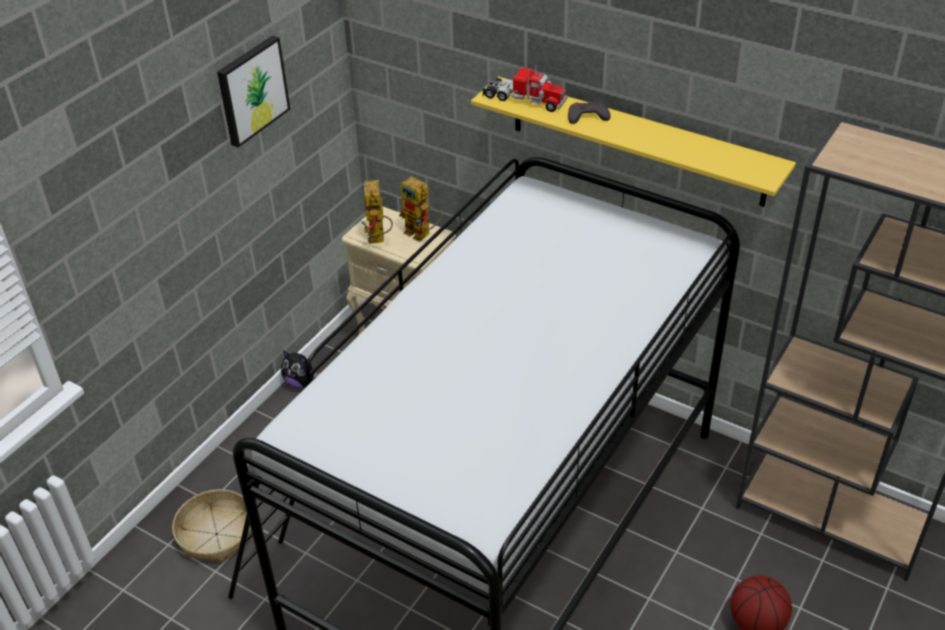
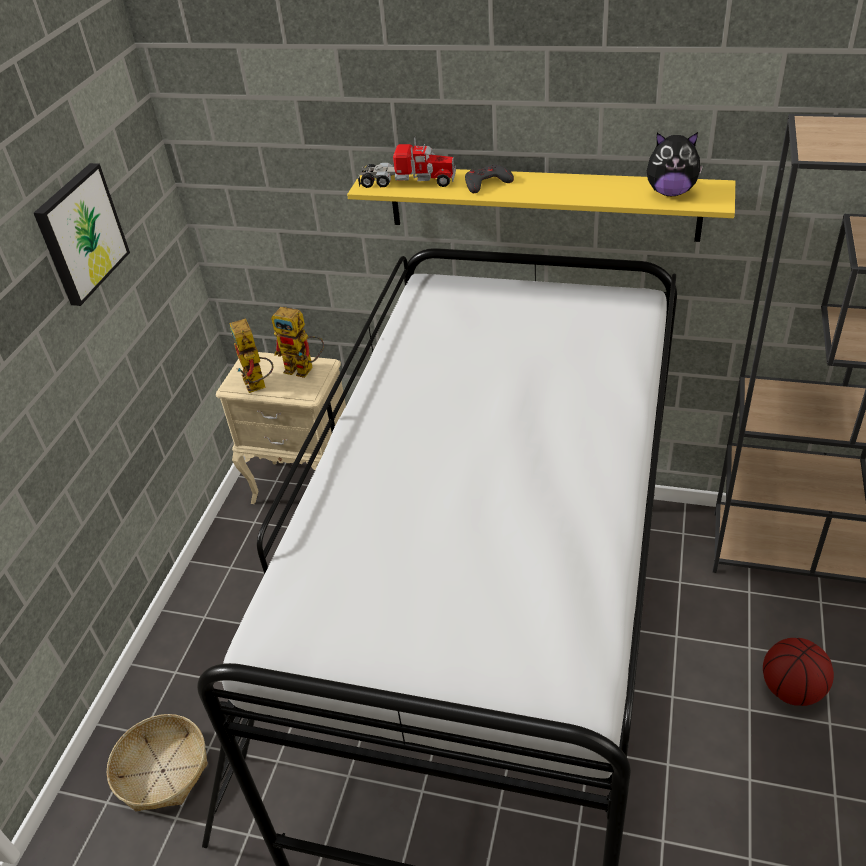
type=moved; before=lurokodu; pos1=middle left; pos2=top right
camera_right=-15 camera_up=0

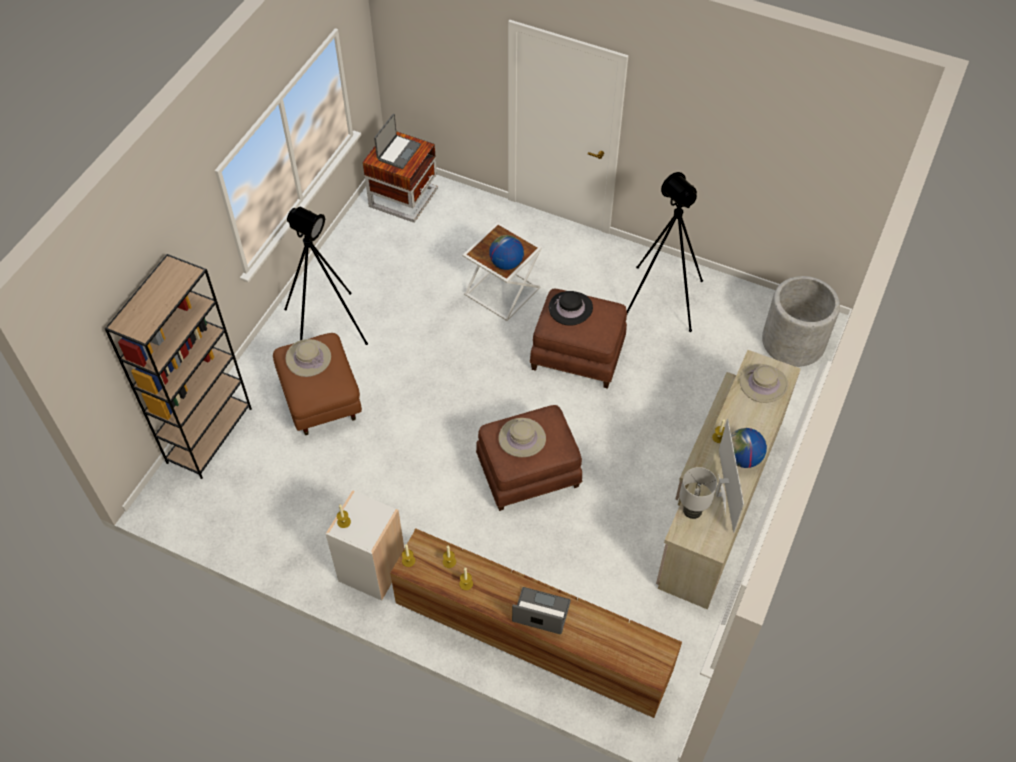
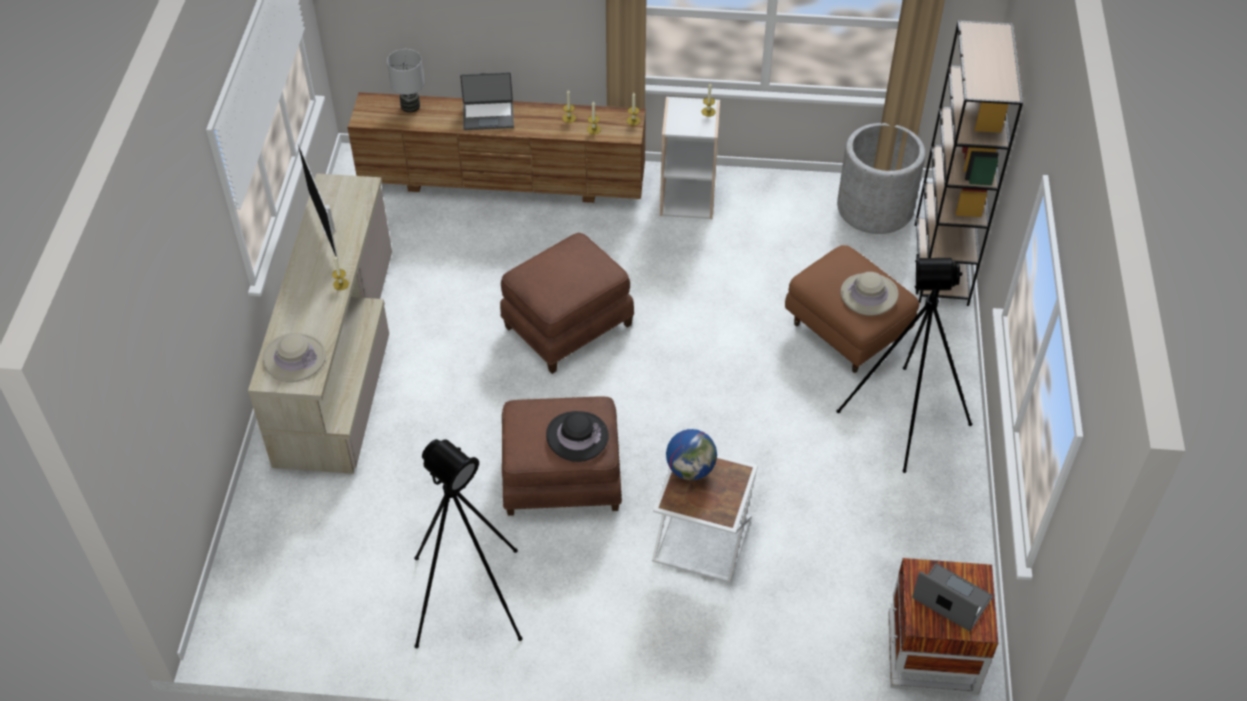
type=moved; before=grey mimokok; pos1=middle right; pos2=top left
type=moved; before=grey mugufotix; pos1=middle right; pos2=top right
type=turned; before=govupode (1st from left in the first image); pos1=top centre; pos2=bottom right; turn=120
type=removed; before=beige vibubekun (2nd from left); pos1=centre
type=removed; before=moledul (2nd from left); pos1=middle right
camera_right=160 camera_up=-5

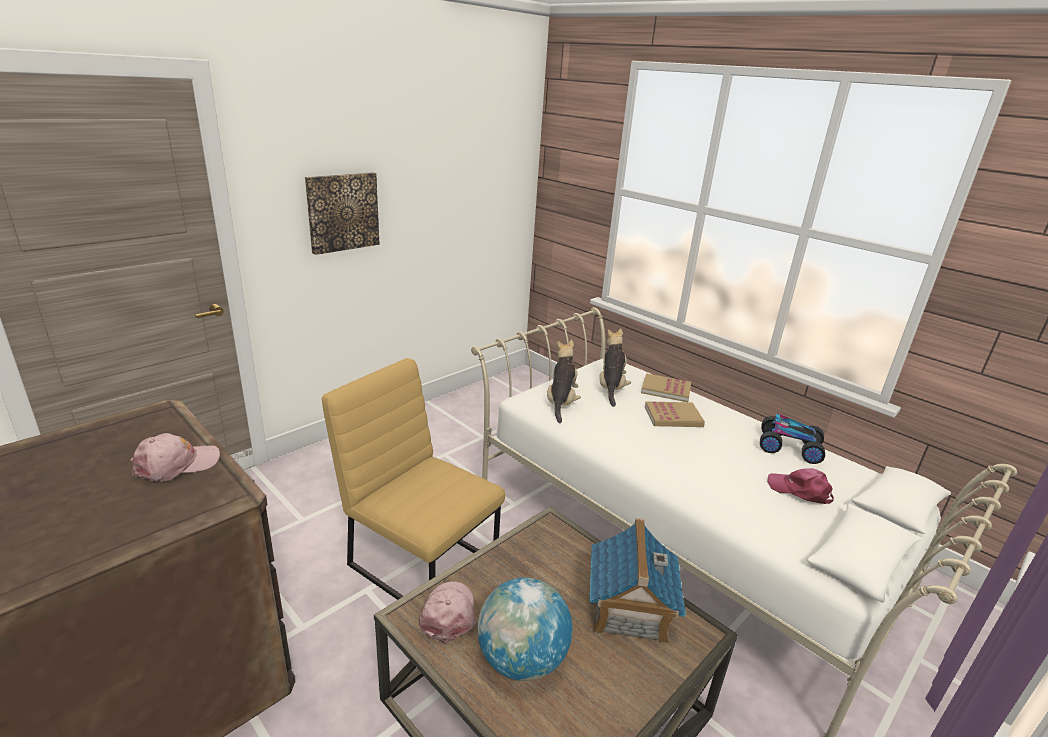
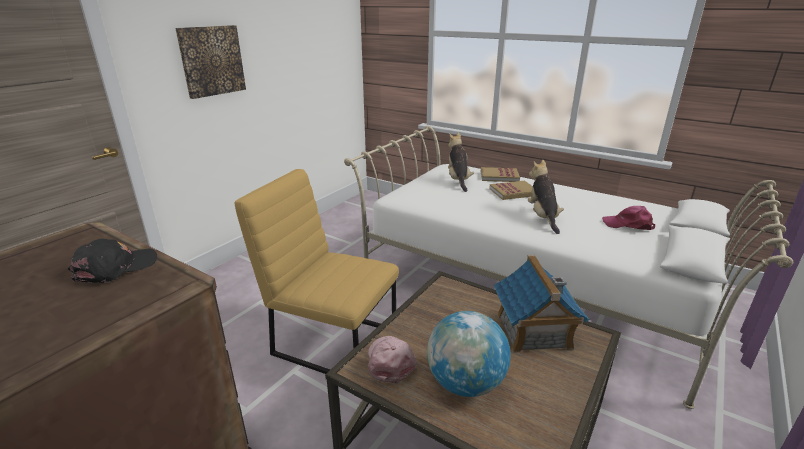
type=recoloured; before=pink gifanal (1st from left); after=black gifanal; pos1=middle left; pos2=middle left
type=moved; before=lurokodu (1st from left in the first image); after=lurokodu (2nd from left); pos1=centre; pos2=middle right
type=removed; before=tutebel; pos1=middle right
camera_right=-10 camera_up=0

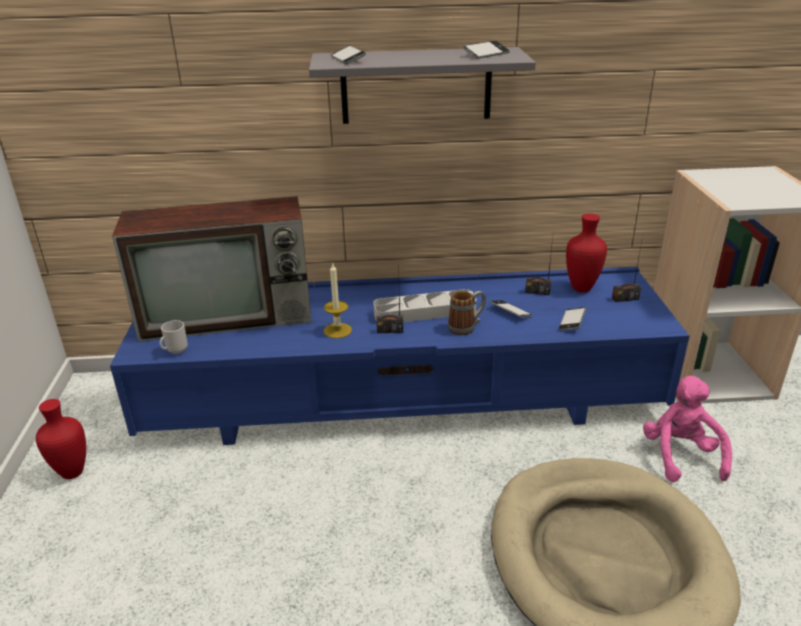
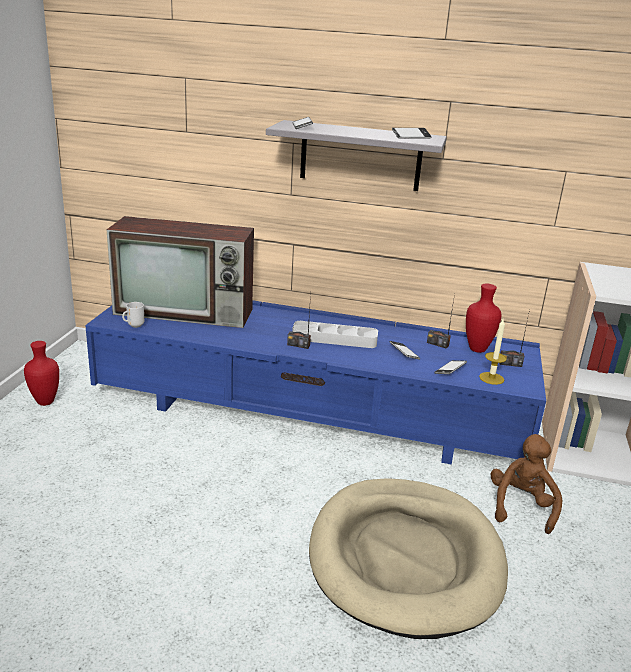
type=moved; before=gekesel; pos1=centre; pos2=middle right
type=recoloured; before=pink lurokodu; after=brown lurokodu; pos1=bottom right; pos2=bottom right
type=removed; before=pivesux (2nd from left); pos1=centre
camera_right=15 camera_up=-5

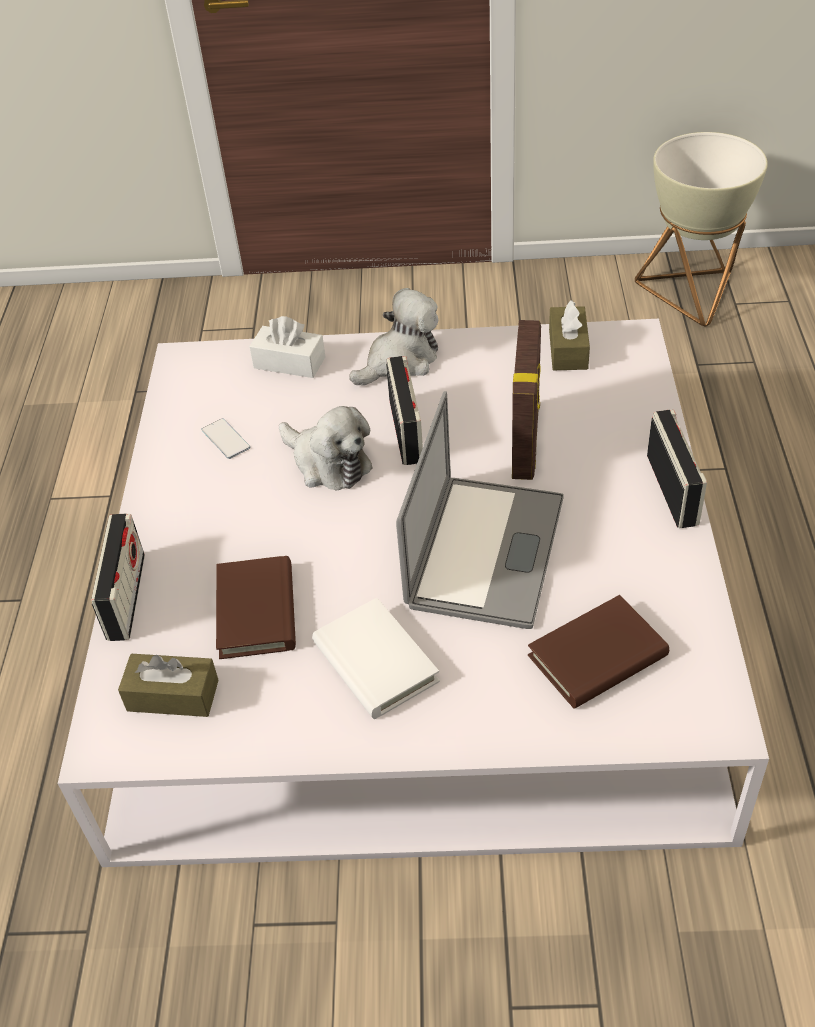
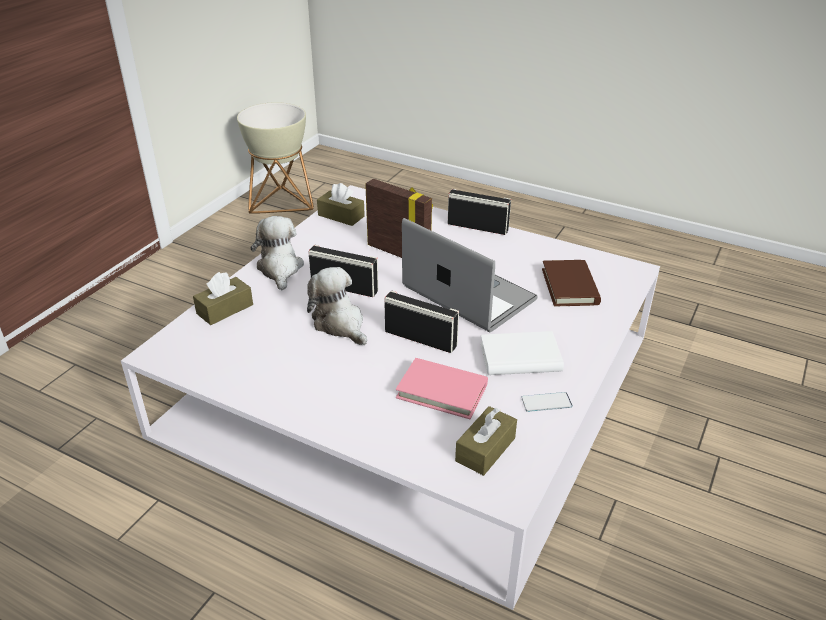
type=recoloured; before=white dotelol; after=brown dotelol (1st from left); pos1=centre; pos2=middle left
type=turned; before=lurokodu (1st from left in the first image); pos1=centre; pos2=centre; turn=-105
type=moved; before=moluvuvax (1st from left in the first image); after=moluvuvax (2nd from left); pos1=middle left; pos2=centre
type=recoloured; before=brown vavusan (1st from left); after=pink vavusan; pos1=middle left; pos2=centre
type=moved; before=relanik; pos1=middle left; pos2=centre
camera_right=-65 camera_up=-10

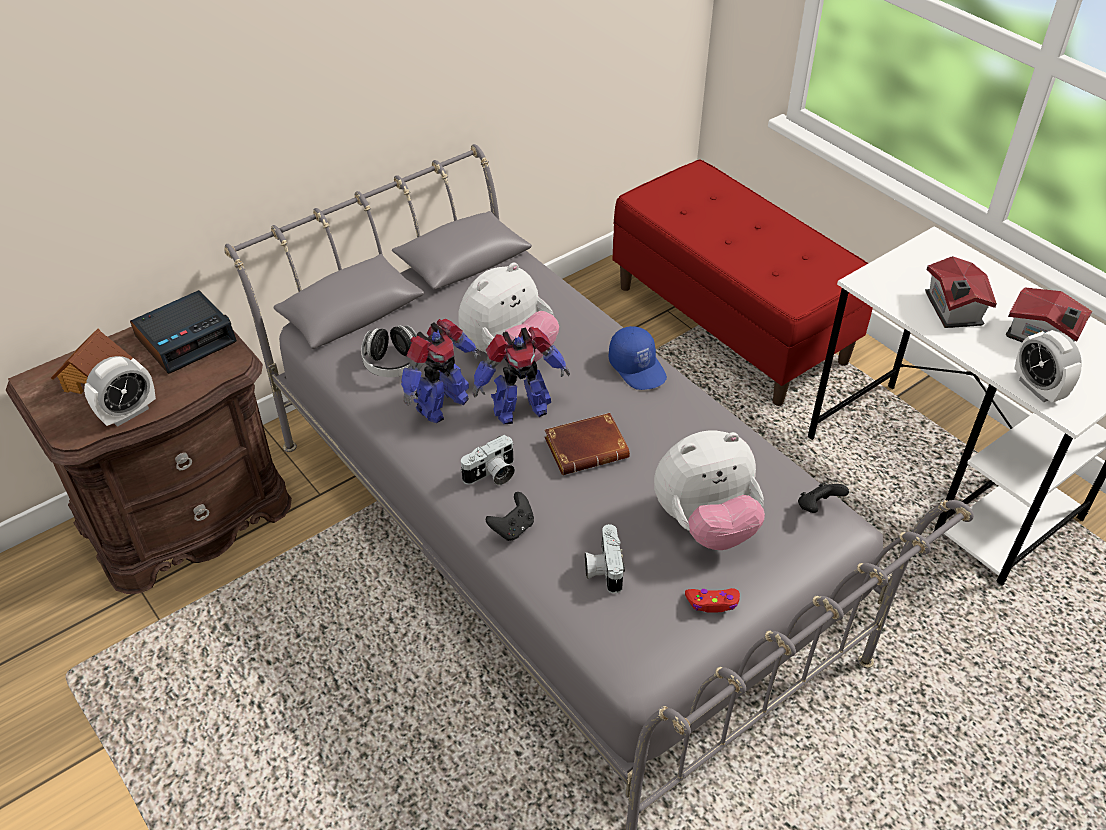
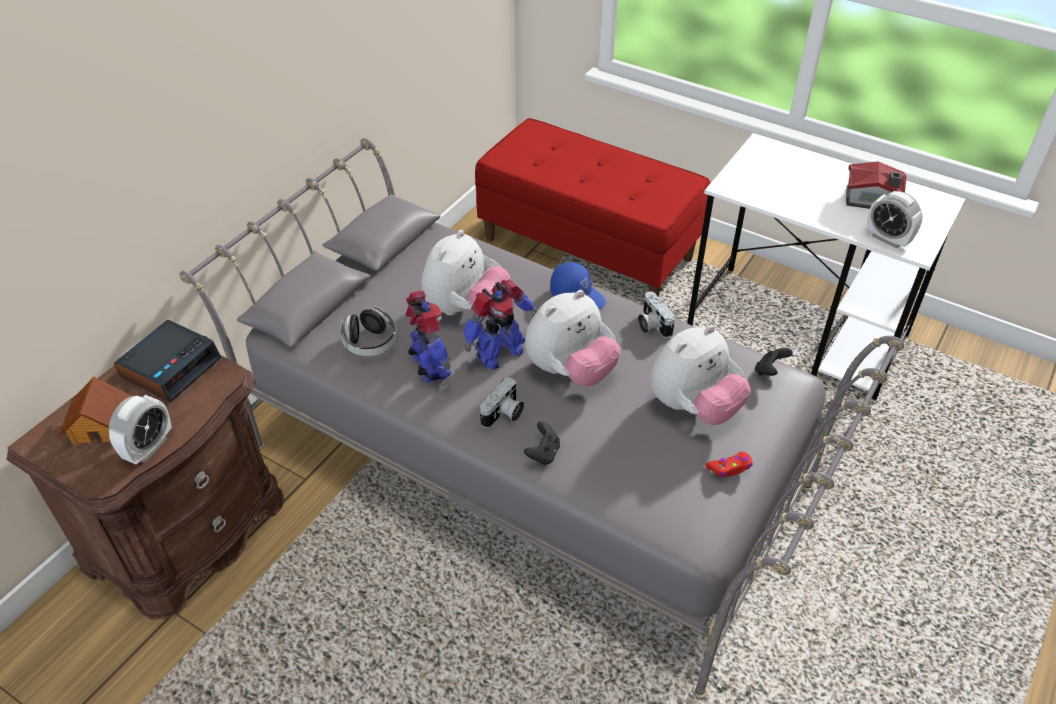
type=turned; before=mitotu (1st from left); pos1=centre; pos2=centre; turn=-45
type=replaced; before=brown vavusan; after=lurokodu (2nd from left); pos1=centre; pos2=centre
type=moved; before=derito (2nd from left); pos1=bottom centre; pos2=centre
type=removed; before=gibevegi (2nd from left); pos1=middle right
camera_right=-20 camera_up=0

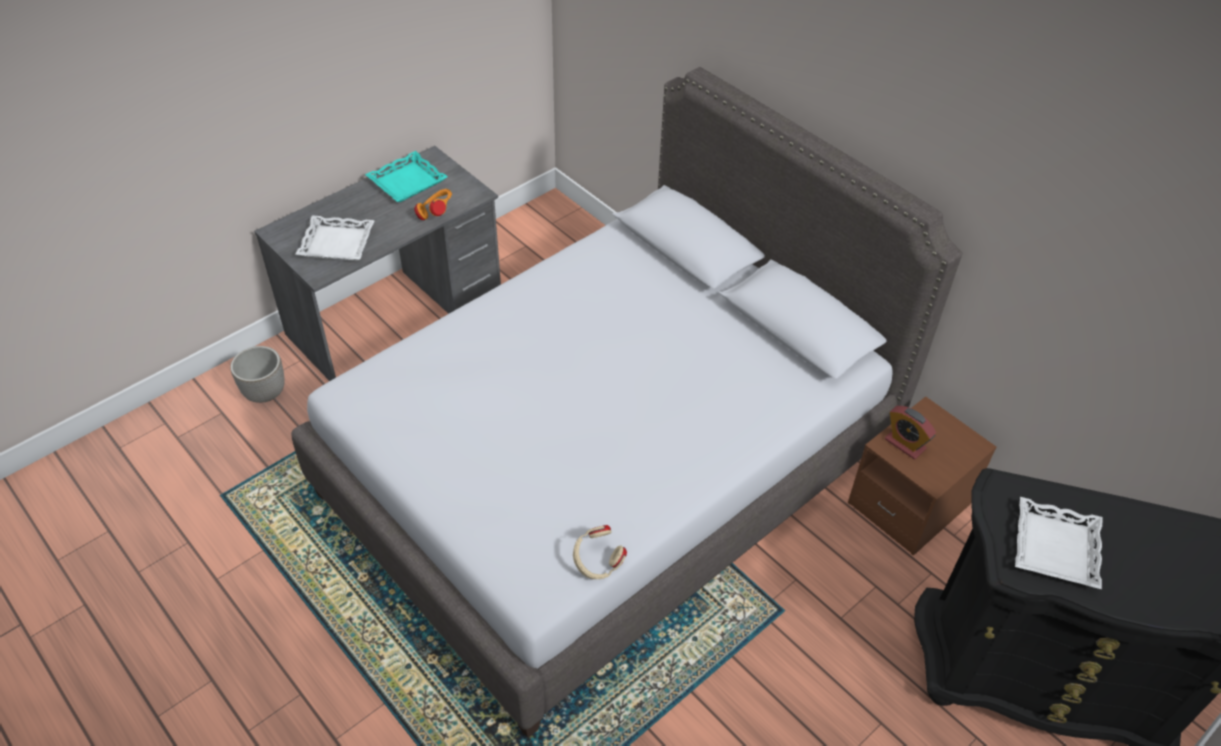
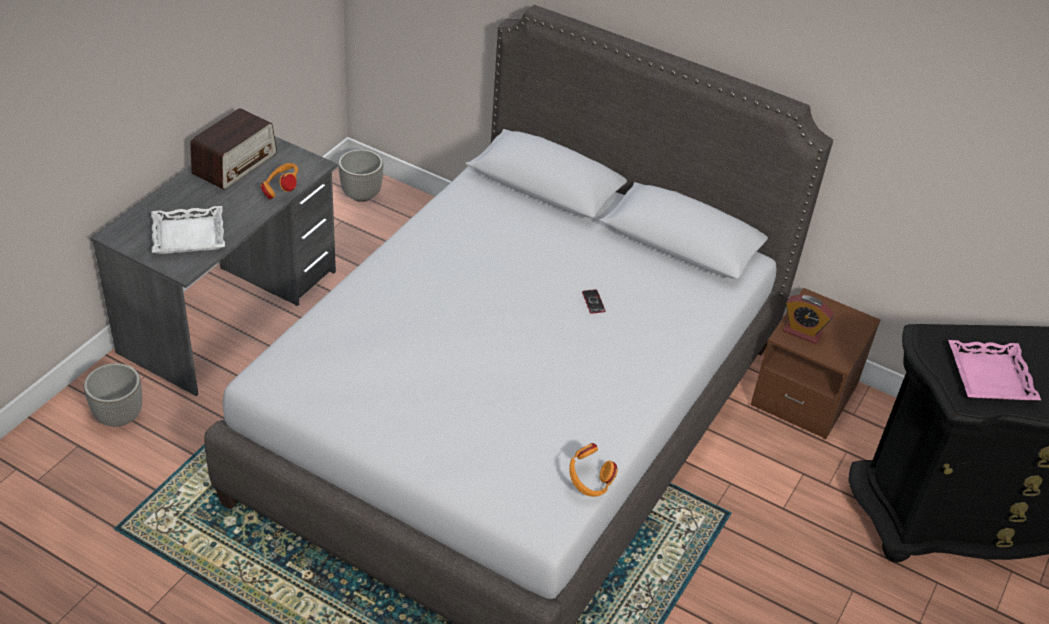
type=replaced; before=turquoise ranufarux; after=moluvuvax; pos1=top left; pos2=top left
type=added; after=mugufotix (2nd from left); pos2=top centre
type=recoloured; before=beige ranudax; after=orange ranudax (2nd from left); pos1=bottom centre; pos2=bottom centre
type=added; after=relanik; pos2=centre
type=recoloured; before=white ranufarux (2nd from left); after=pink ranufarux; pos1=bottom right; pos2=middle right
camera_right=-20 camera_up=-5

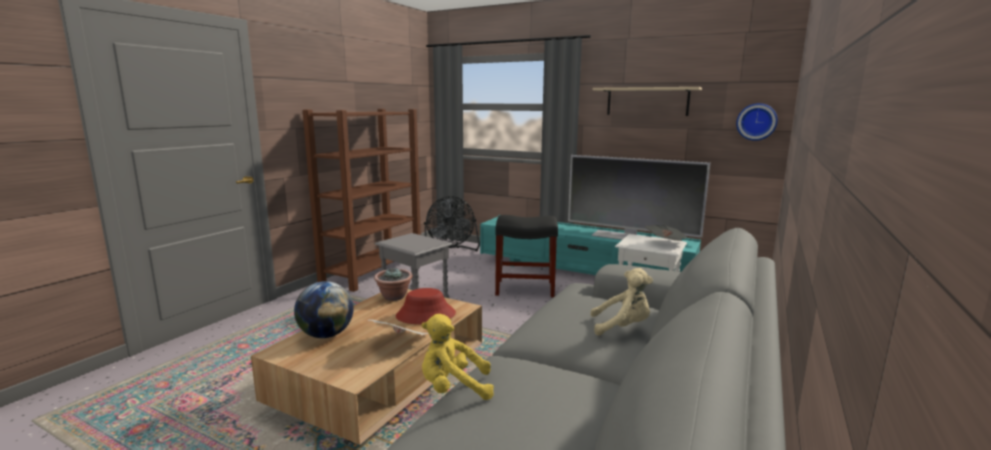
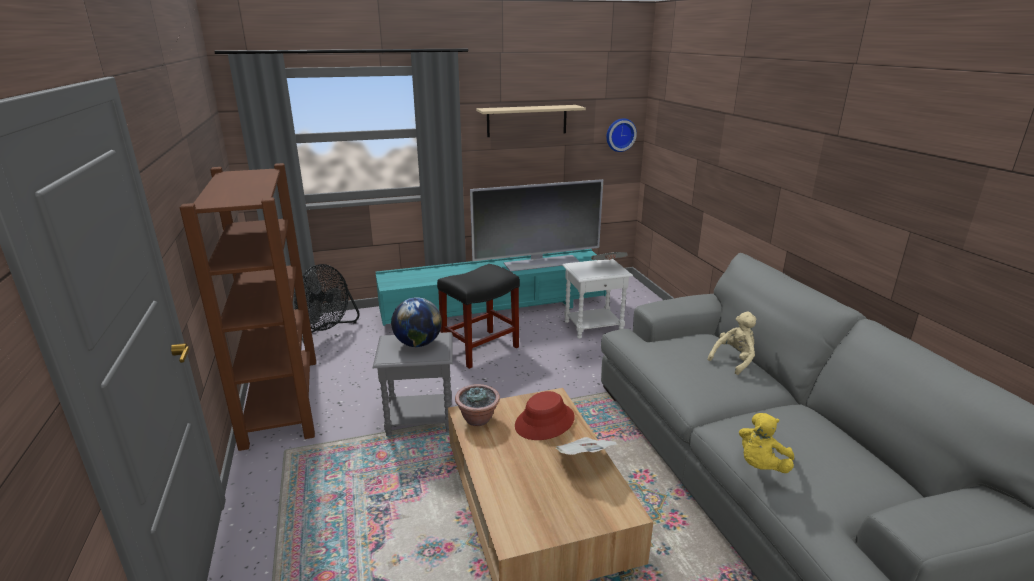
type=moved; before=moledul; pos1=bottom left; pos2=centre
camera_right=-45 camera_up=10

